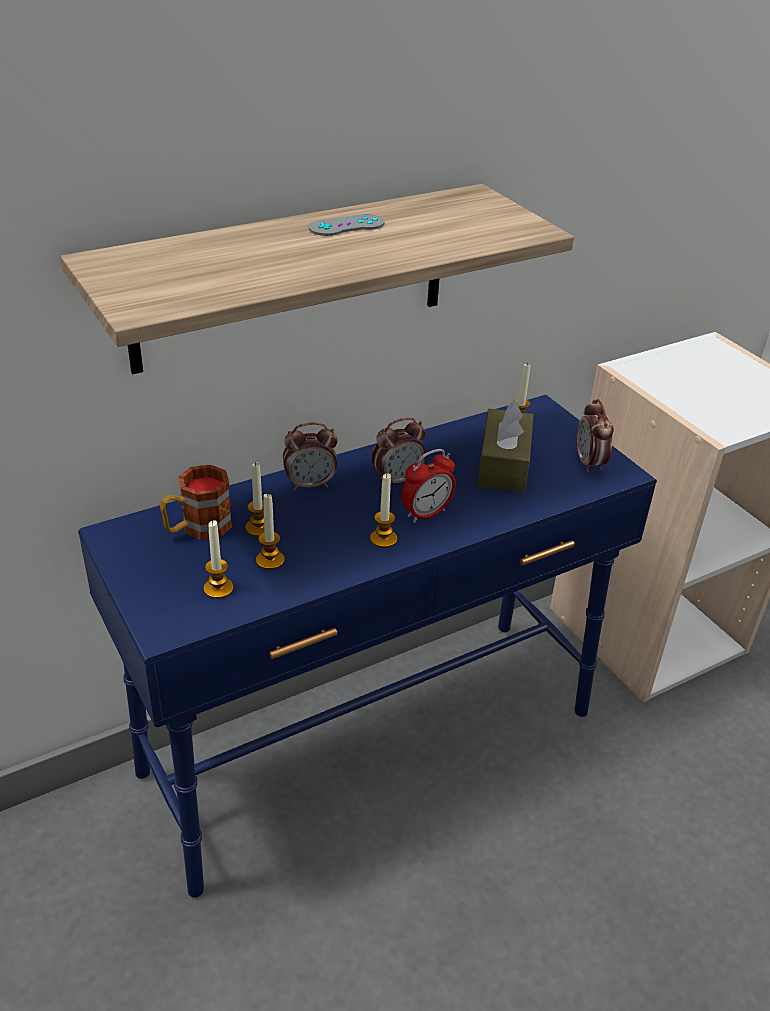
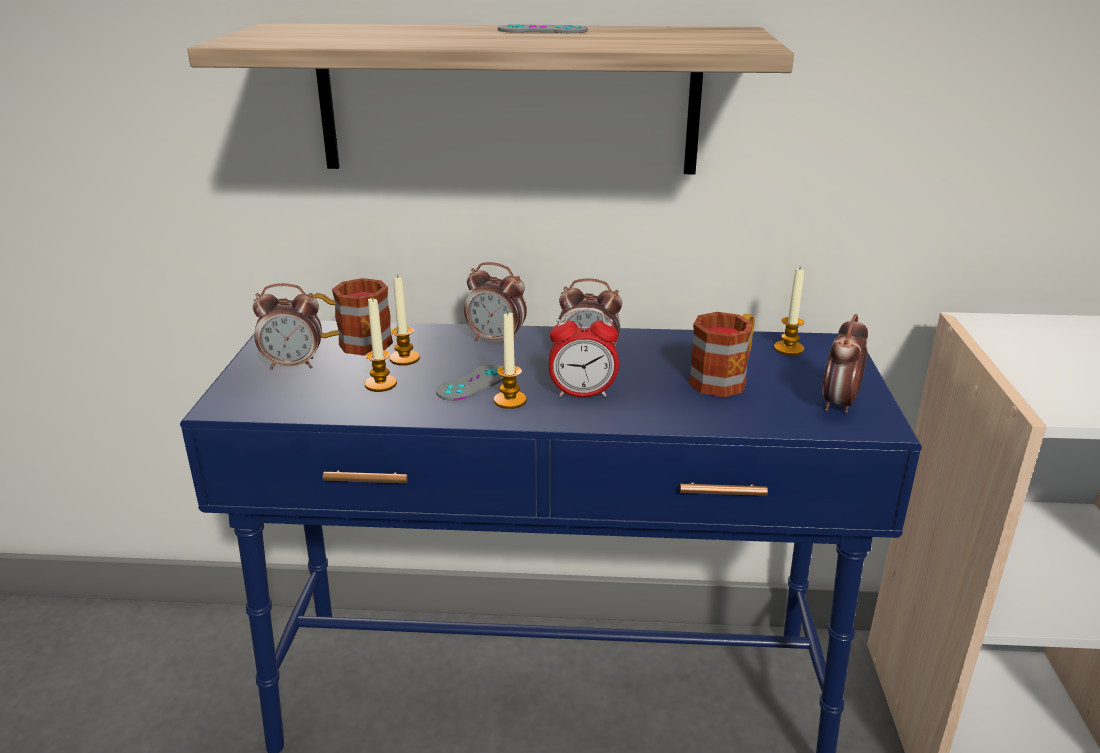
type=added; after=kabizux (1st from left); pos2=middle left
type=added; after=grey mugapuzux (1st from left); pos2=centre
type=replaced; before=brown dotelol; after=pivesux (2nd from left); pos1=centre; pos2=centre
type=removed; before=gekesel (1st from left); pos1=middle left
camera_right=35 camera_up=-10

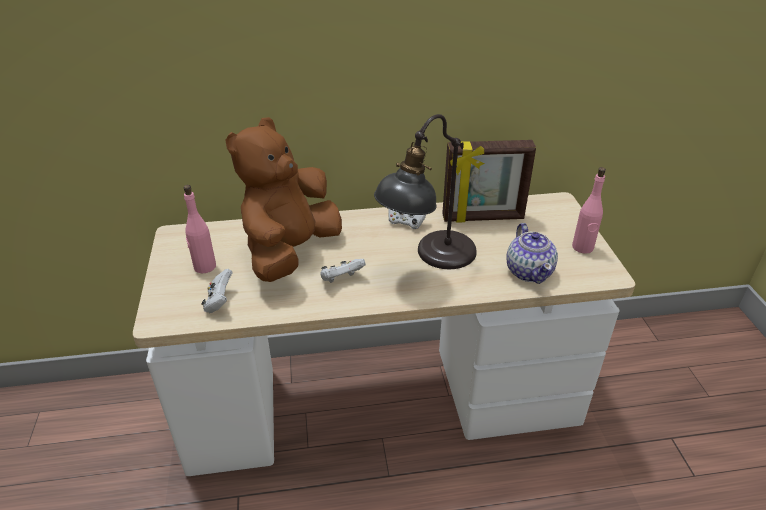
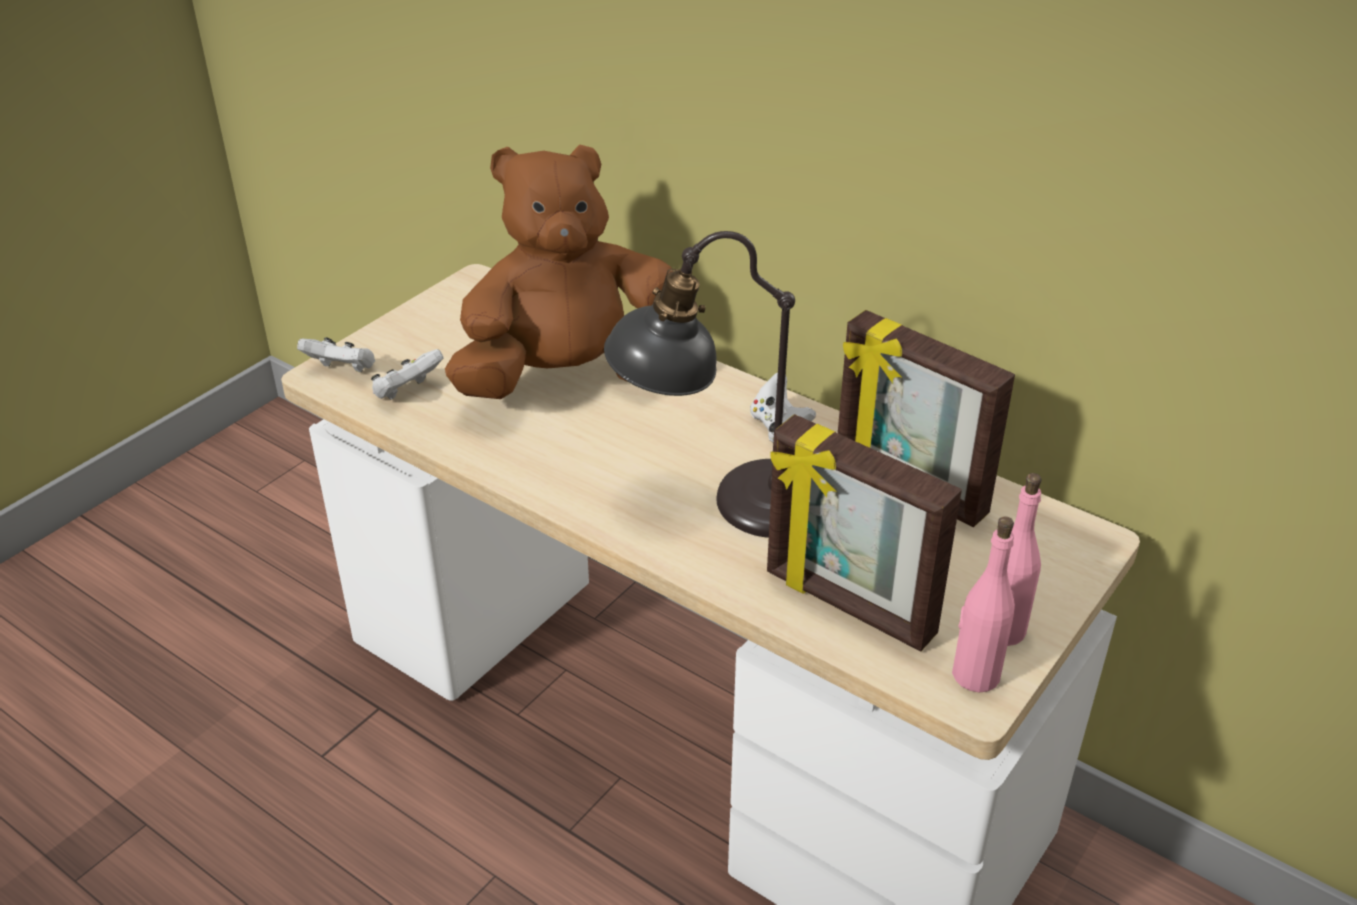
type=moved; before=white mugapuzux (2nd from left in the first image); after=white mugapuzux (1st from left); pos1=centre; pos2=middle left
type=replaced; before=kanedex; after=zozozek (1st from left); pos1=middle right; pos2=centre
type=moved; before=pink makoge (1st from left); pos1=middle left; pos2=bottom right
camera_right=45 camera_up=0

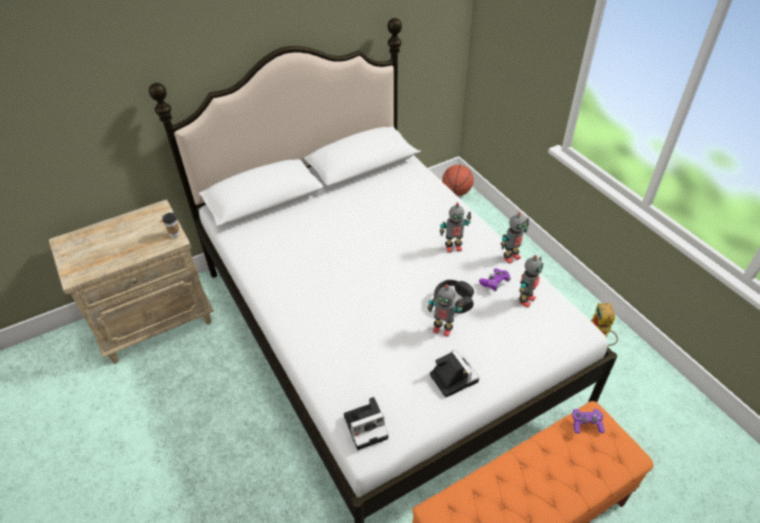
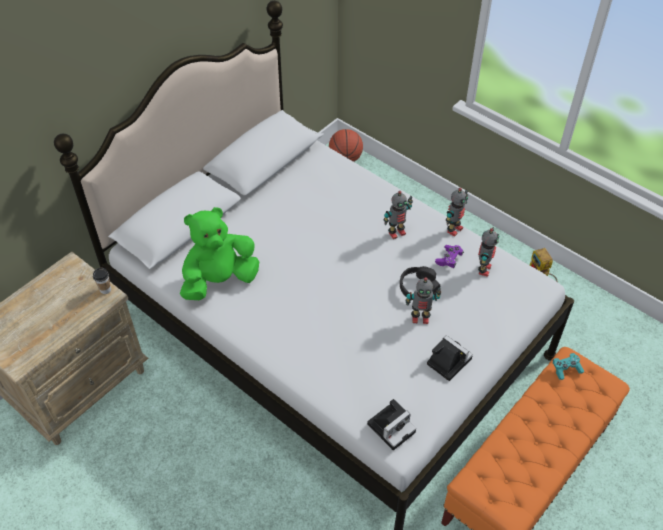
type=added; after=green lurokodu; pos2=middle left
type=recoloured; before=purple mugapuzux (2nd from left); after=turquoise mugapuzux; pos1=bottom right; pos2=bottom right
camera_right=-20 camera_up=5

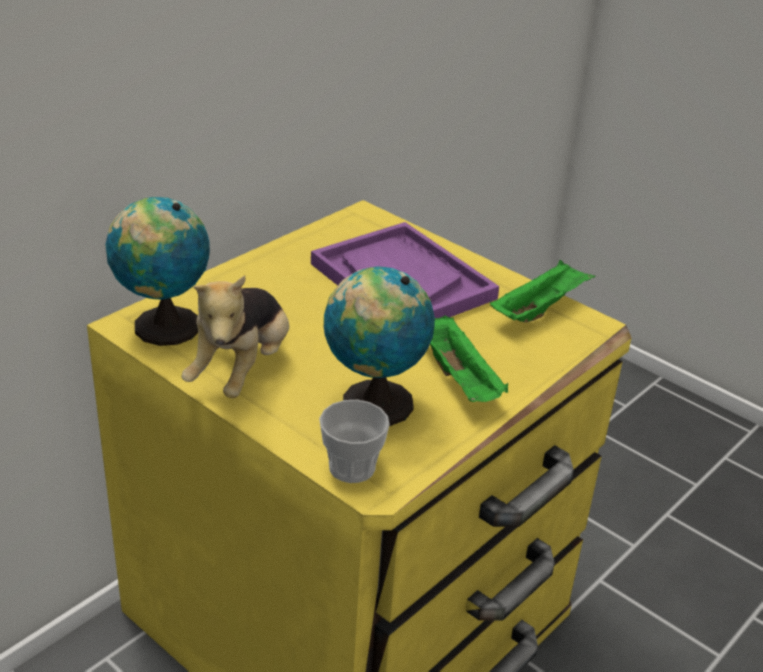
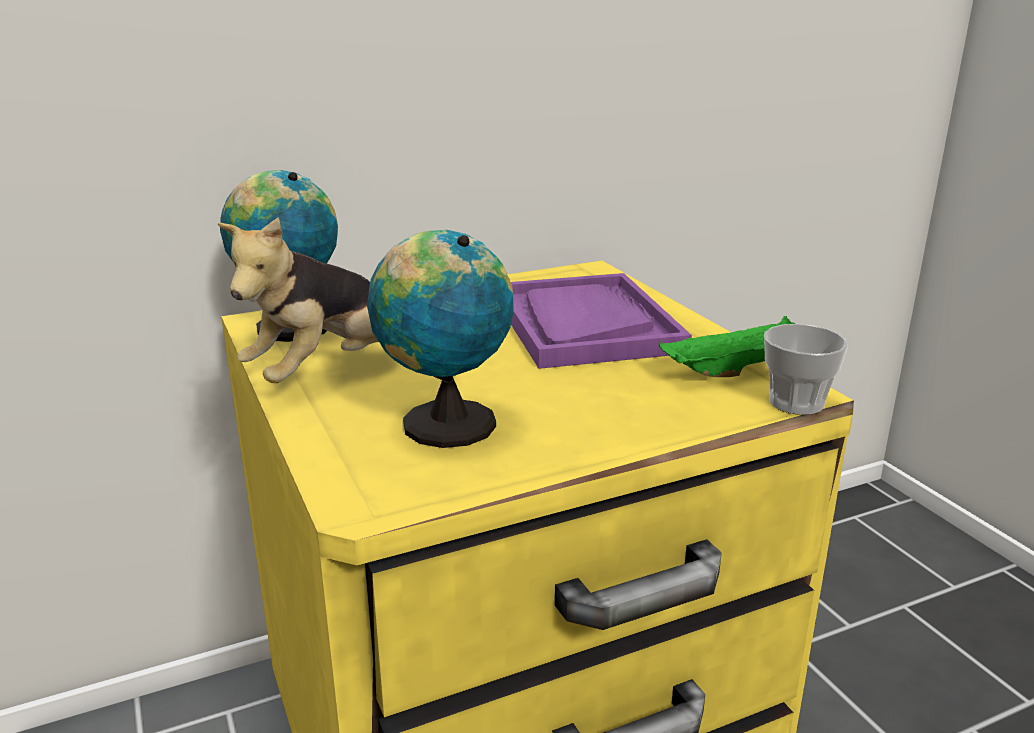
type=moved; before=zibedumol; pos1=centre; pos2=middle right
type=removed; before=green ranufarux (1st from left); pos1=centre
camera_right=25 camera_up=-10

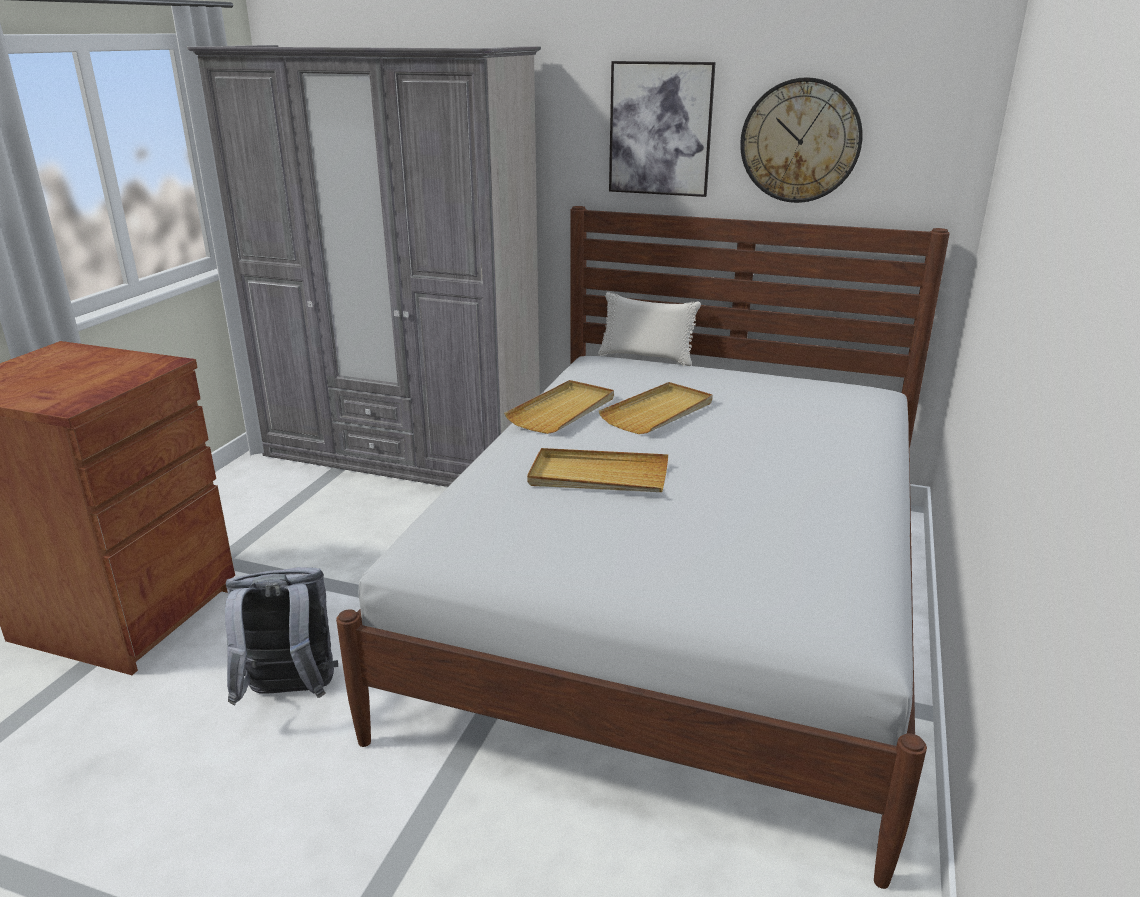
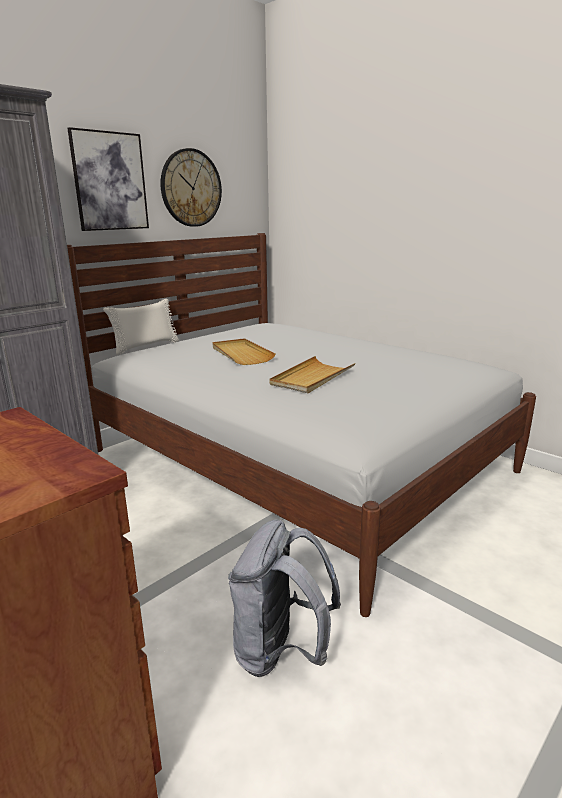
type=removed; before=beige ranufarux (1st from left); pos1=centre
camera_right=-65 camera_up=-5

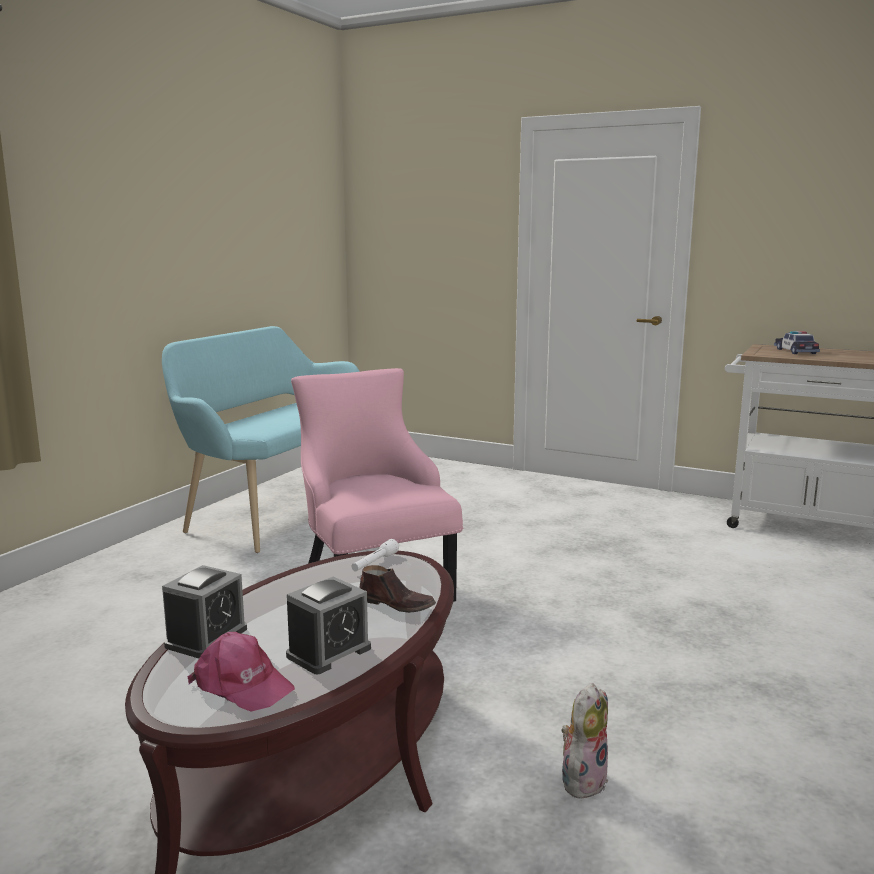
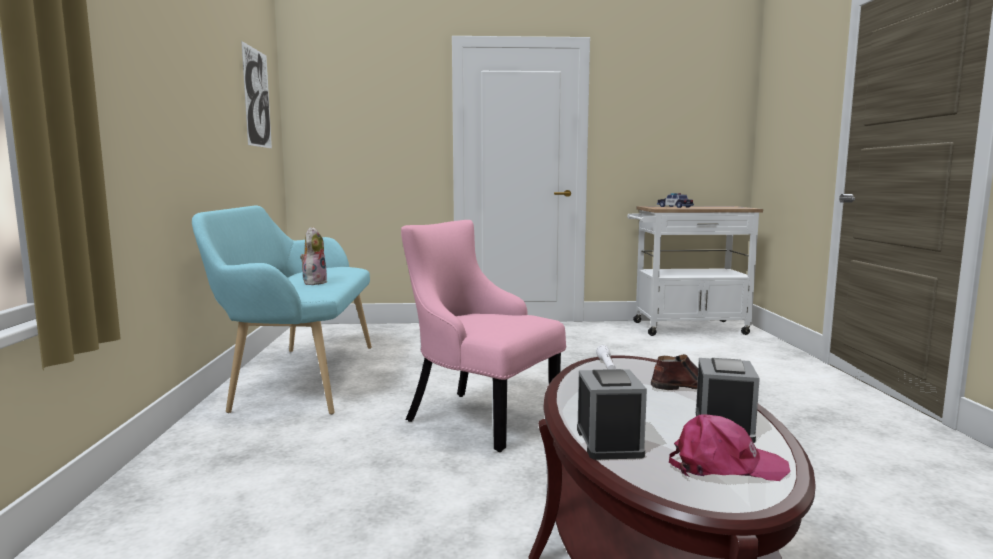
type=added; after=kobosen; pos2=top left
type=moved; before=lurokodu; pos1=bottom right; pos2=middle left
camera_right=-30 camera_up=-5

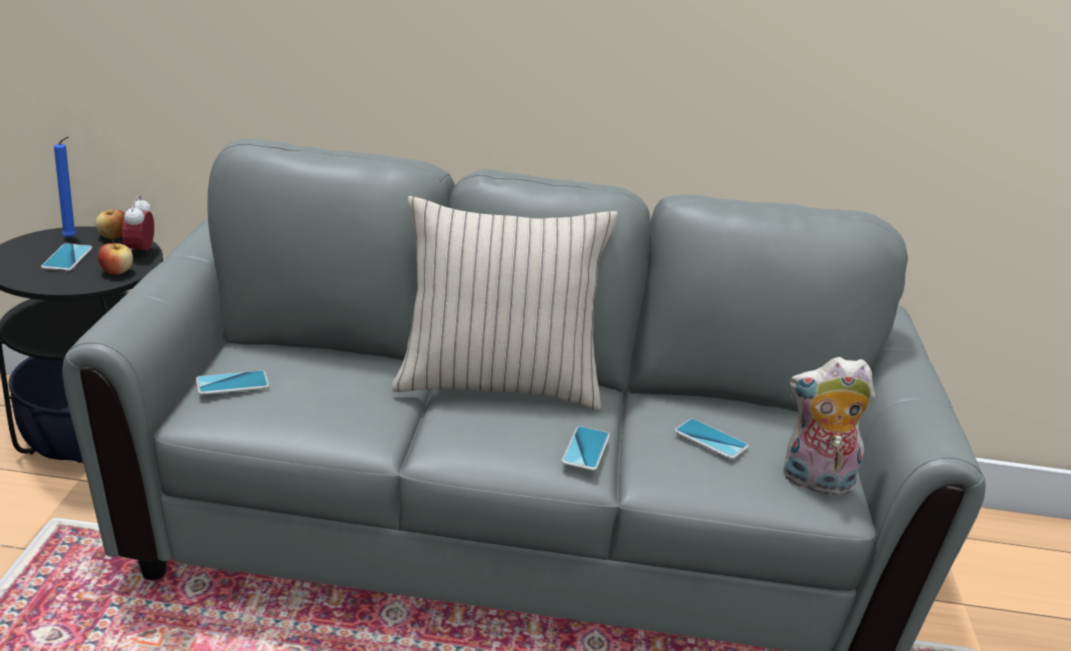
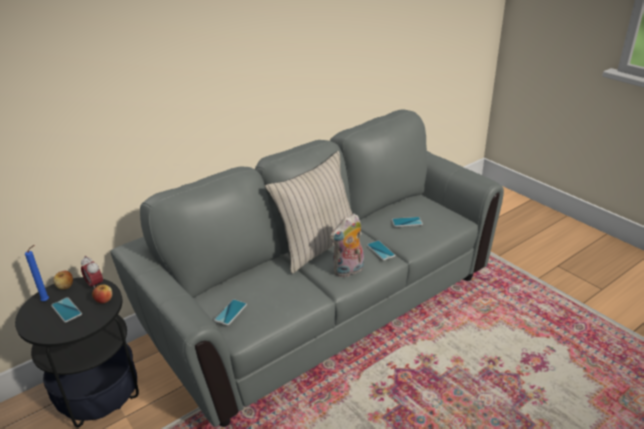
type=moved; before=lurokodu; pos1=middle right; pos2=centre
camera_right=-40 camera_up=5

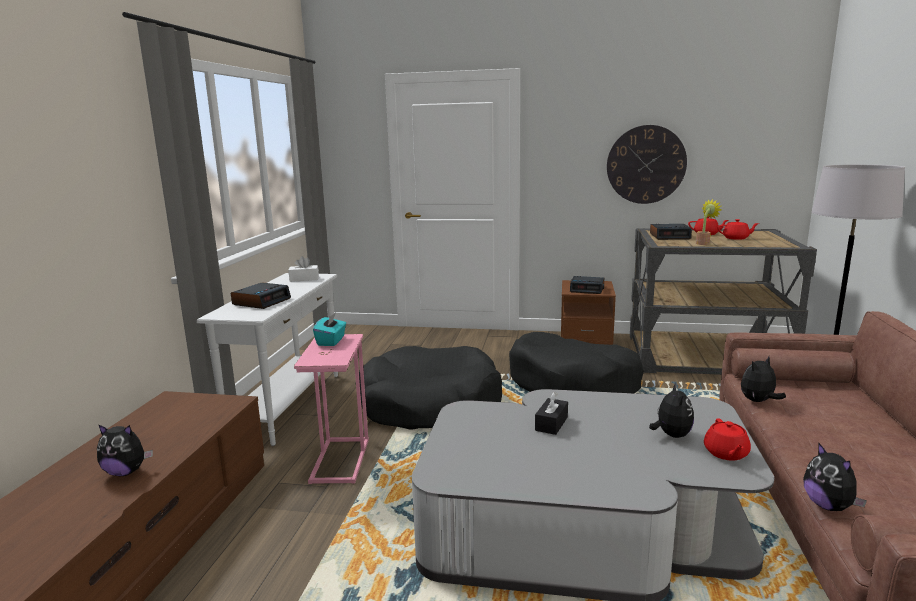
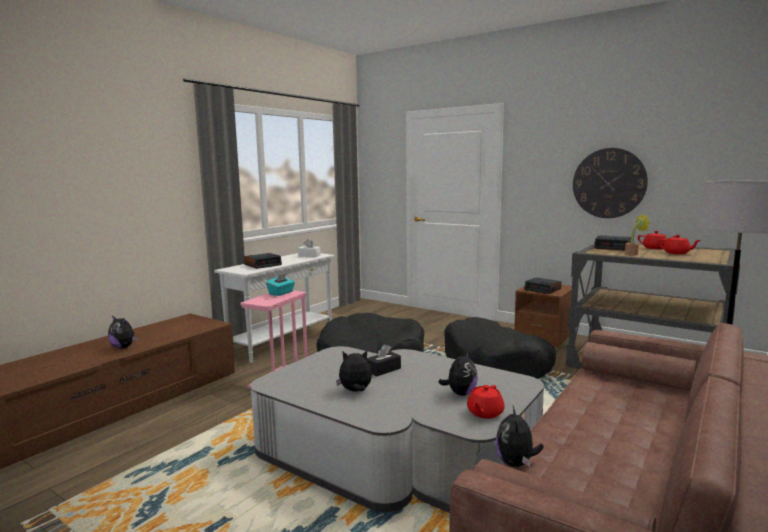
type=moved; before=lurokodu (3rd from left in the first image); after=lurokodu (2nd from left); pos1=middle right; pos2=bottom centre
camera_right=25 camera_up=-5

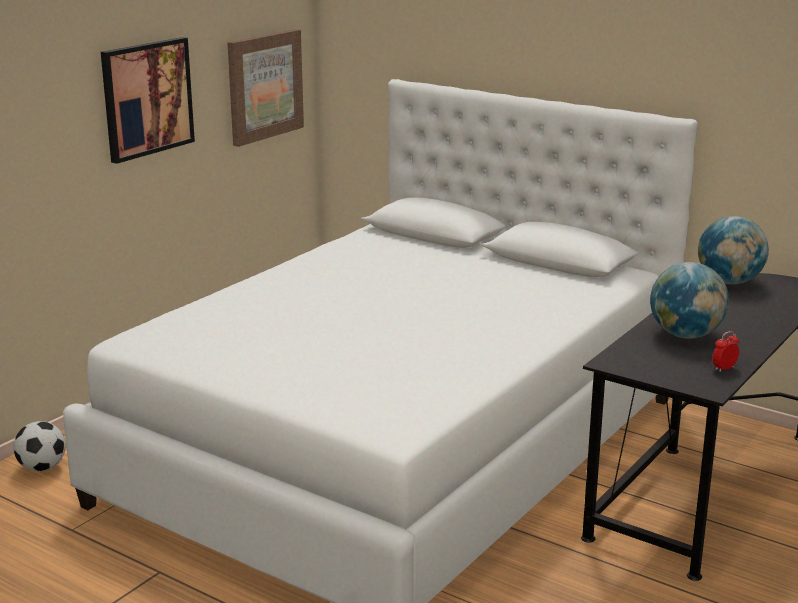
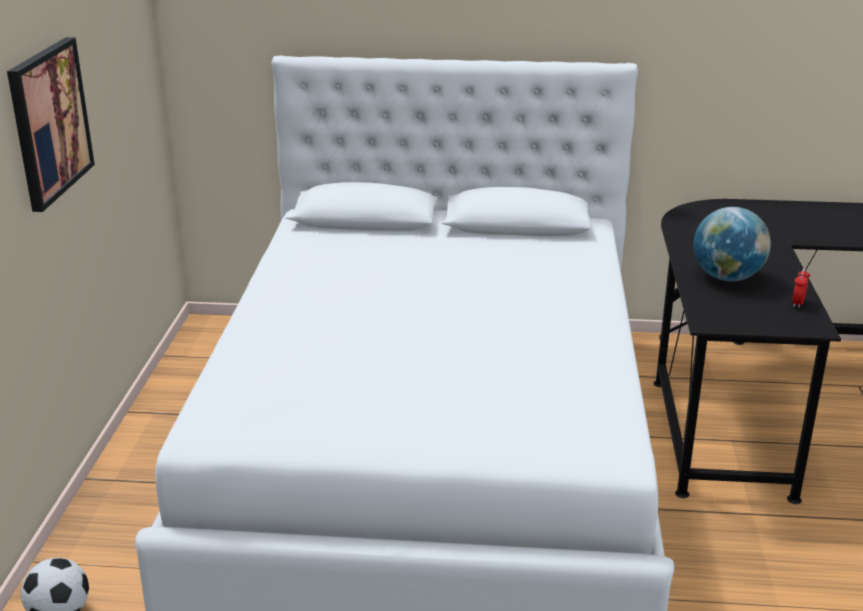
type=removed; before=kobosen (2nd from left); pos1=top left
type=removed; before=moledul (2nd from left); pos1=middle right
camera_right=-30 camera_up=5

